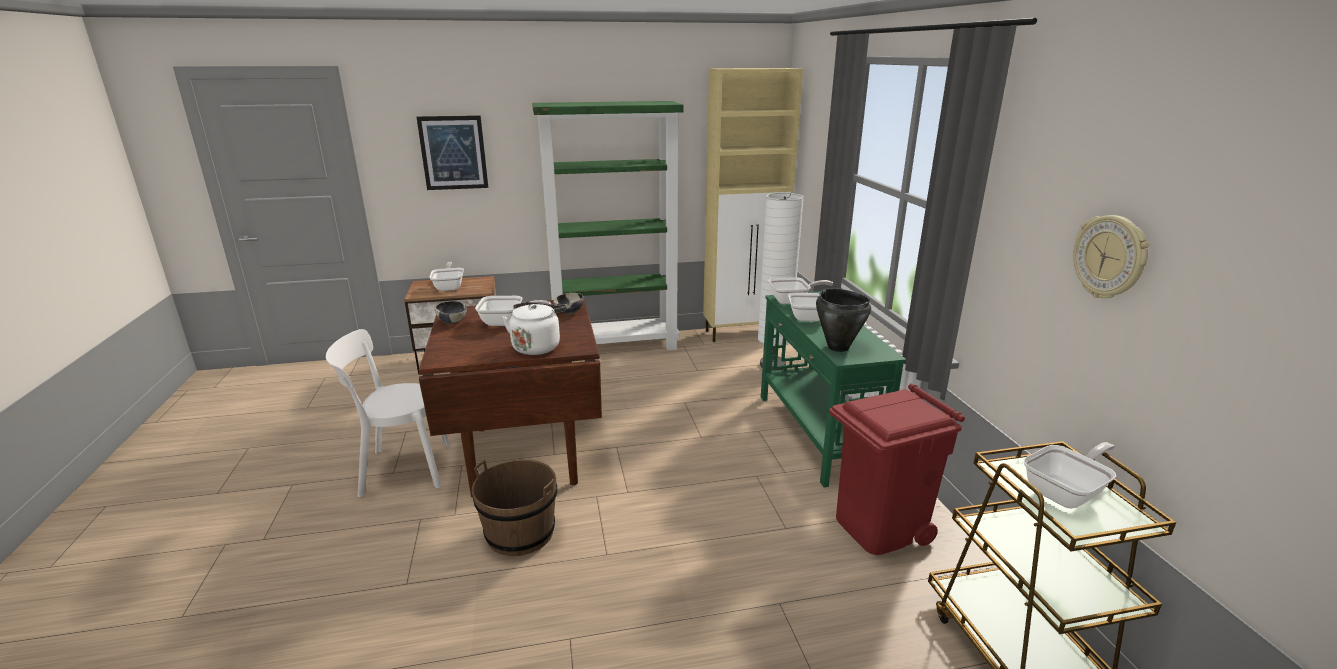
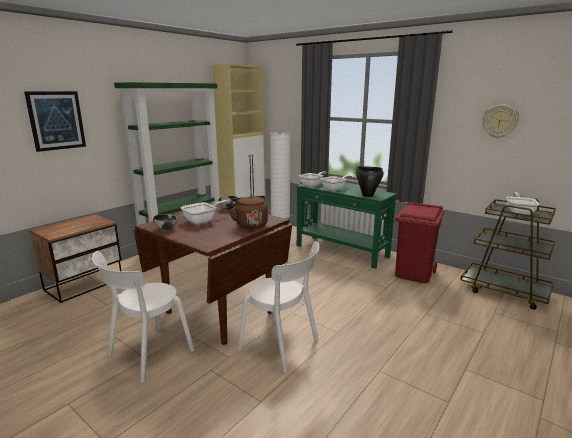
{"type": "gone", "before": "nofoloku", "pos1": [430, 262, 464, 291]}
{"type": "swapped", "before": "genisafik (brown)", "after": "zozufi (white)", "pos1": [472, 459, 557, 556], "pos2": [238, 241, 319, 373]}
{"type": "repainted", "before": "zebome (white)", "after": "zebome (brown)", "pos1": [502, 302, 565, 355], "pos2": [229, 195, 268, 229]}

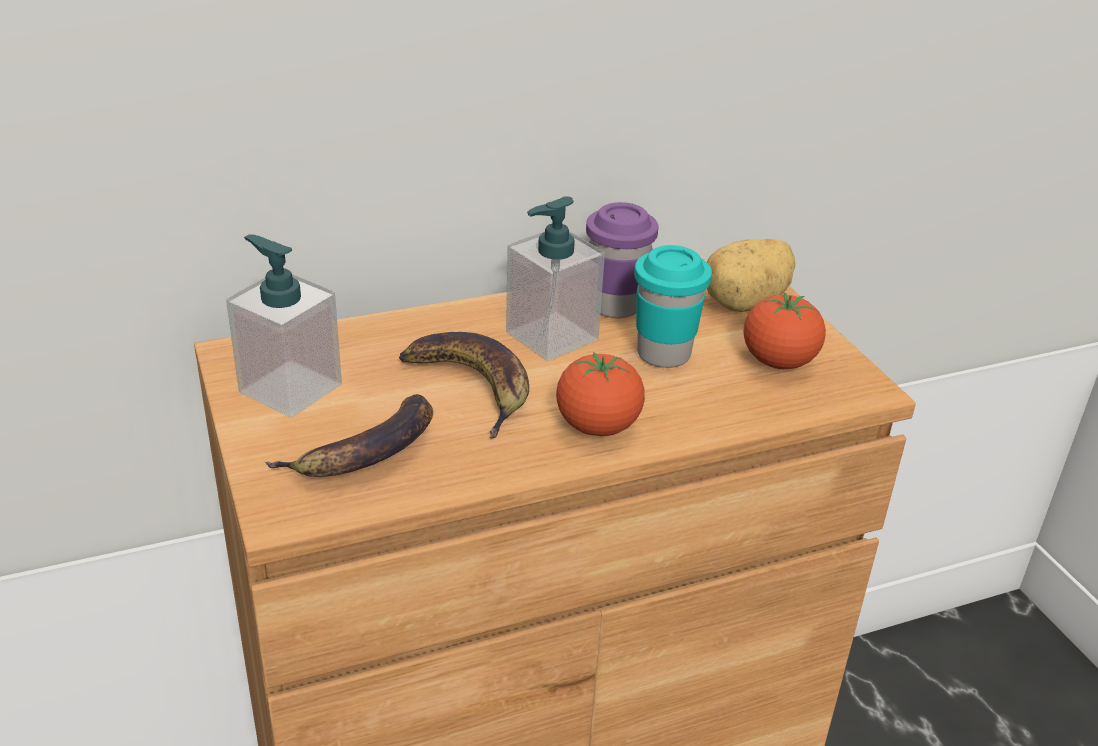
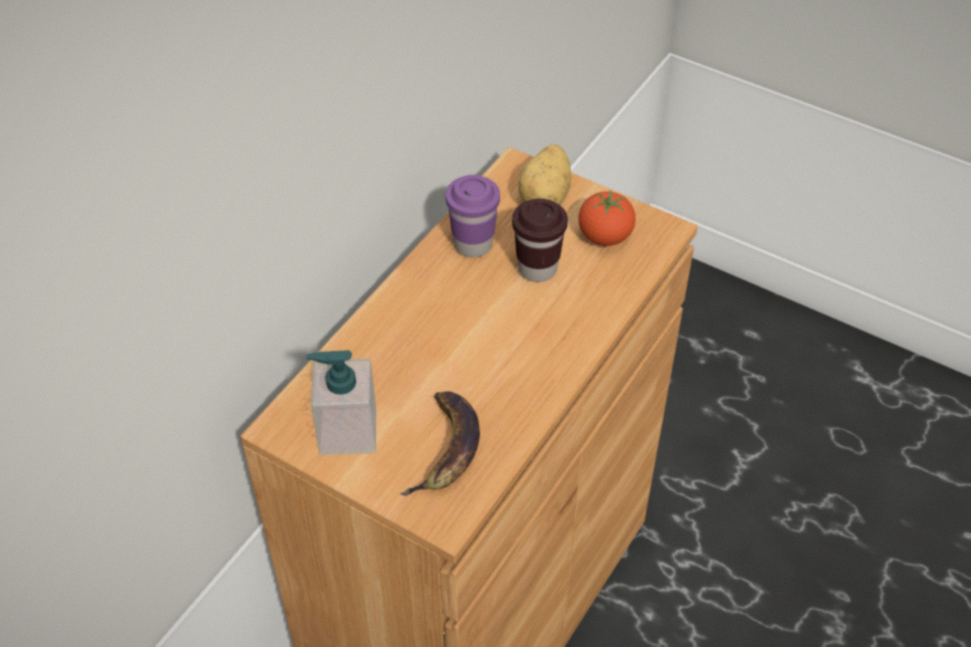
{"type": "gone", "before": "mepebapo", "pos1": [399, 332, 529, 439]}
{"type": "gone", "before": "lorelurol", "pos1": [506, 196, 605, 361]}
{"type": "gone", "before": "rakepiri", "pos1": [556, 352, 645, 436]}
{"type": "repainted", "before": "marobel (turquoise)", "after": "marobel (brown)", "pos1": [634, 245, 712, 368], "pos2": [512, 198, 568, 282]}

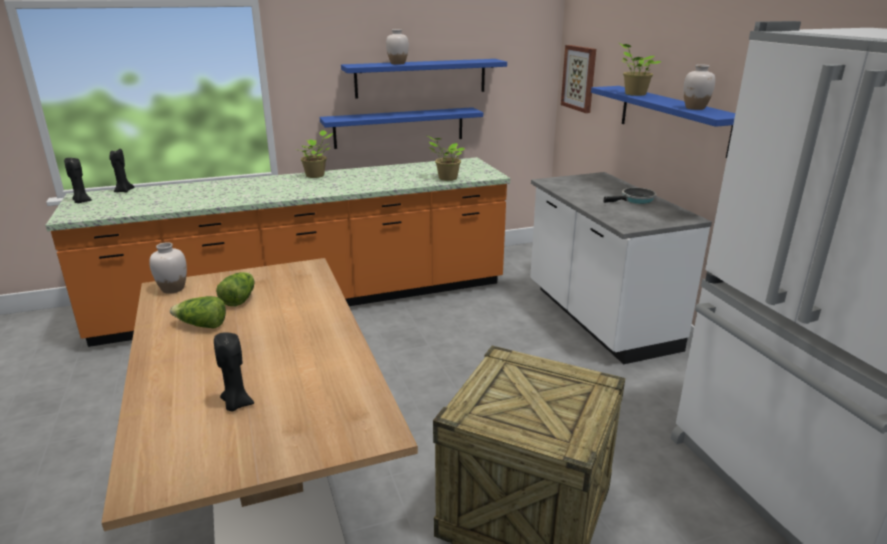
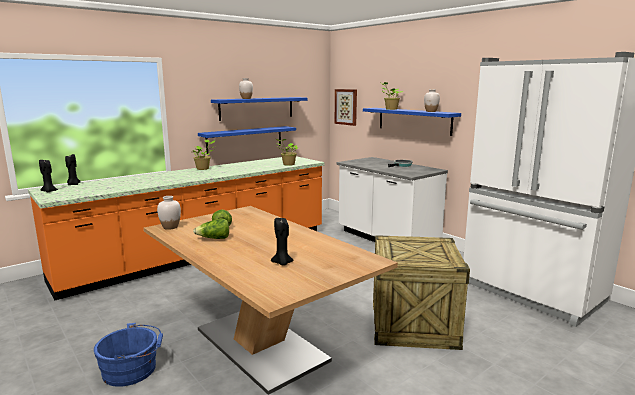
{"type": "new", "after": "genisafik (blue)", "pos2": [94, 323, 163, 387]}

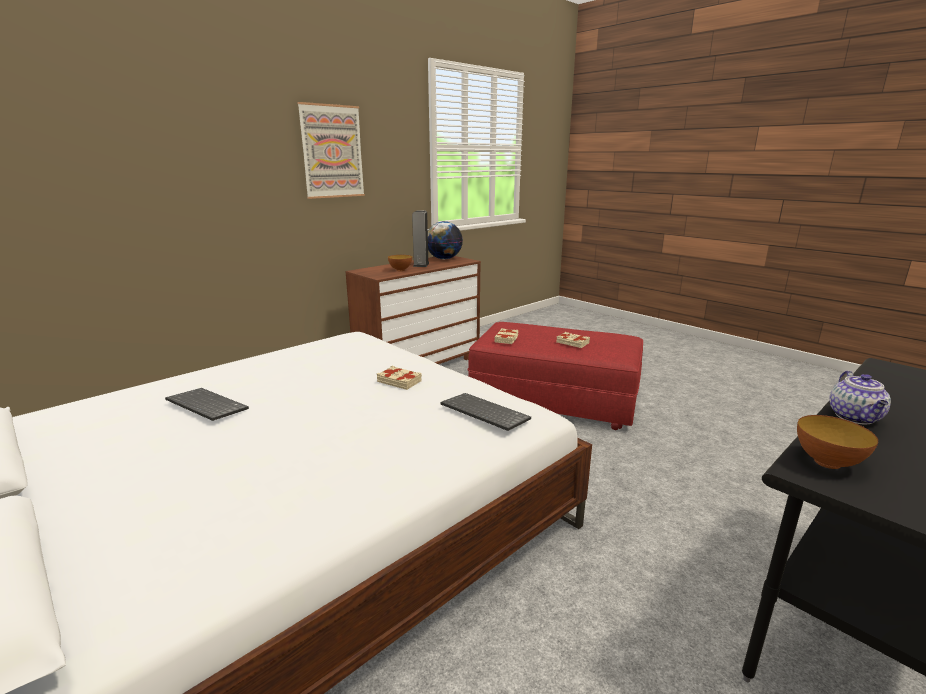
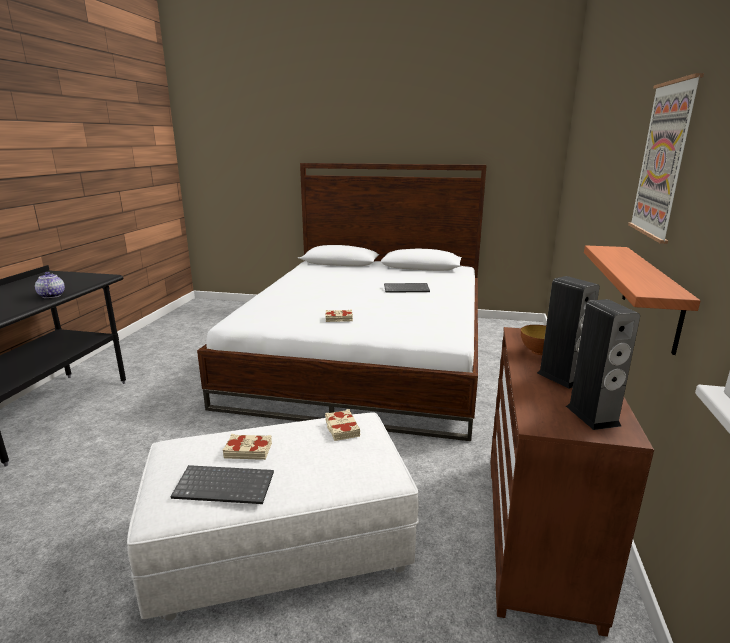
{"type": "swapped", "before": "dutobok", "after": "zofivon", "pos1": [428, 221, 463, 259], "pos2": [566, 299, 640, 430]}
{"type": "shifted", "before": "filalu", "pos1": [440, 393, 531, 431], "pos2": [170, 465, 274, 504]}
{"type": "repainted", "before": "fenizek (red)", "after": "fenizek (white)", "pos1": [468, 322, 643, 430], "pos2": [127, 412, 419, 621]}
{"type": "gone", "before": "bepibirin", "pos1": [797, 415, 878, 469]}
{"type": "new", "after": "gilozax", "pos2": [584, 245, 701, 355]}

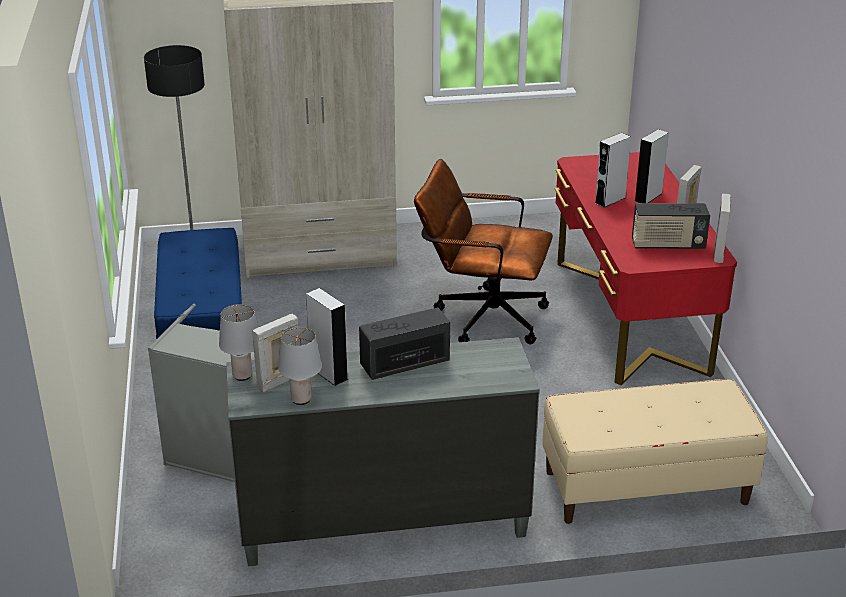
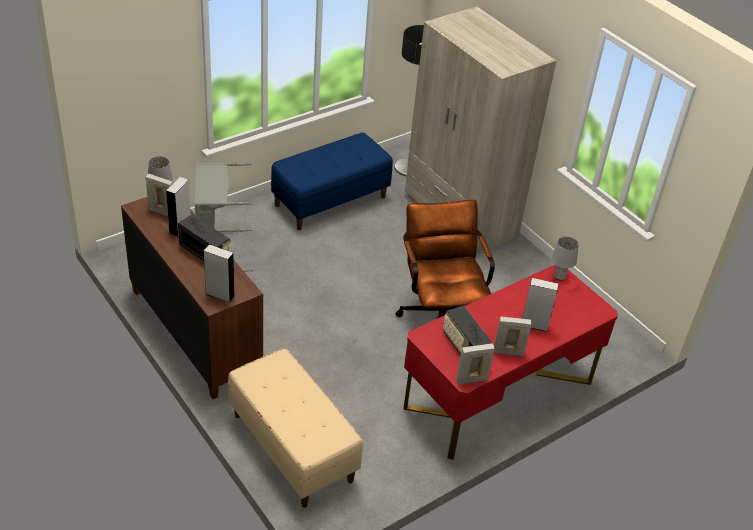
{"type": "repainted", "before": "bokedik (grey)", "after": "bokedik (brown)", "pos1": [226, 337, 539, 566], "pos2": [121, 197, 263, 399]}
{"type": "shifted", "before": "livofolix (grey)", "pos1": [278, 327, 322, 405], "pos2": [551, 237, 579, 281]}
{"type": "shifted", "before": "zofivon (grey)", "pos1": [595, 133, 631, 208], "pos2": [204, 244, 235, 303]}

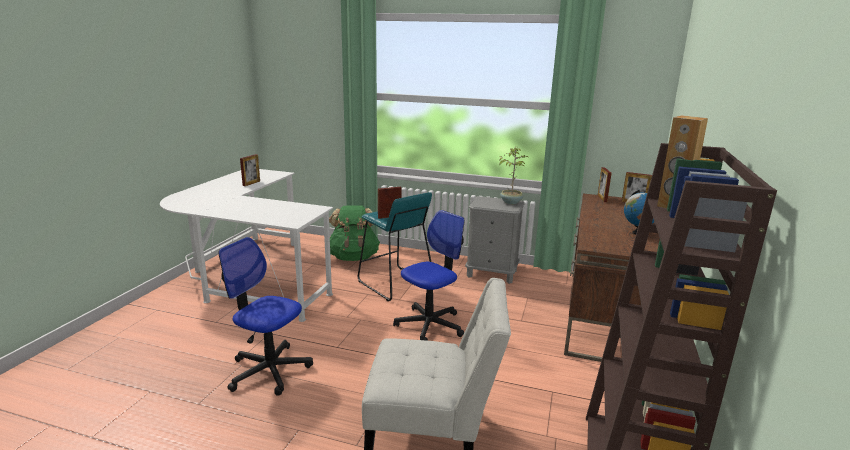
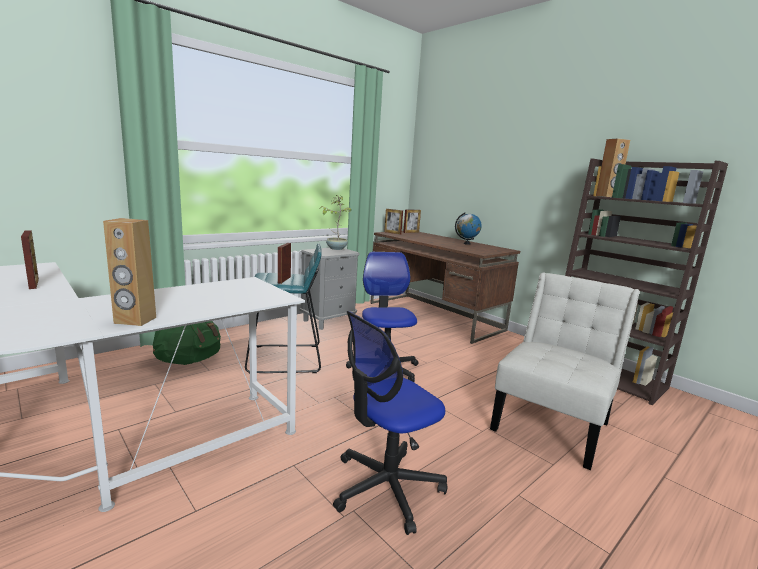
{"type": "new", "after": "zofivon (brown)", "pos2": [103, 218, 156, 326]}

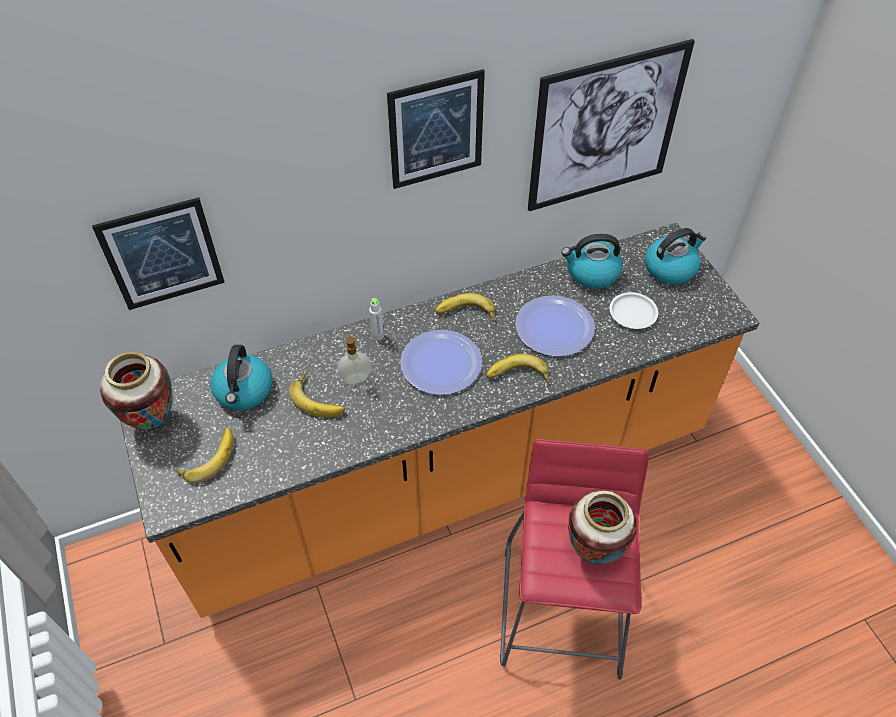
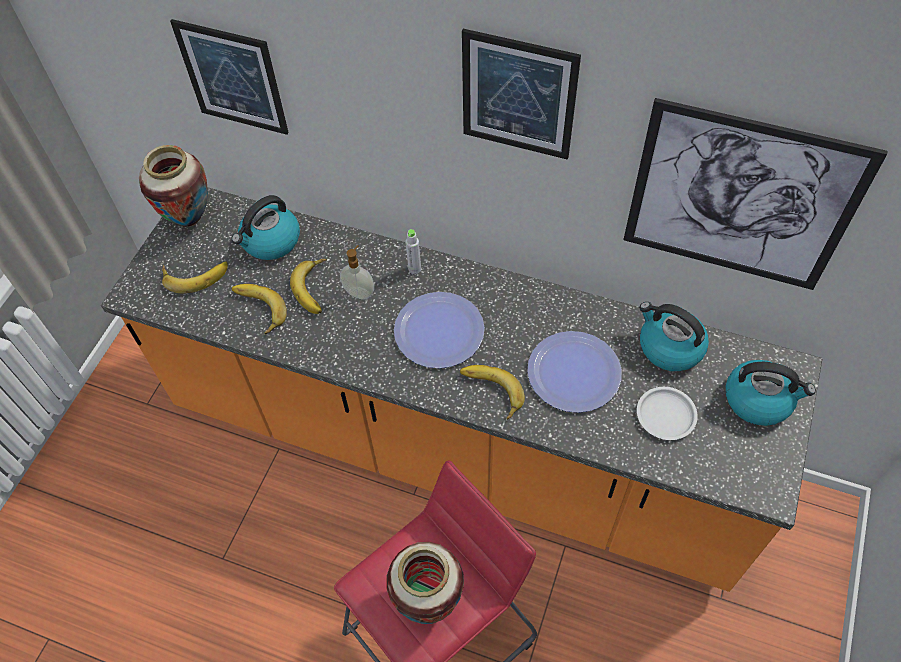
{"type": "shifted", "before": "mepebapo", "pos1": [435, 293, 495, 322], "pos2": [232, 284, 287, 334]}

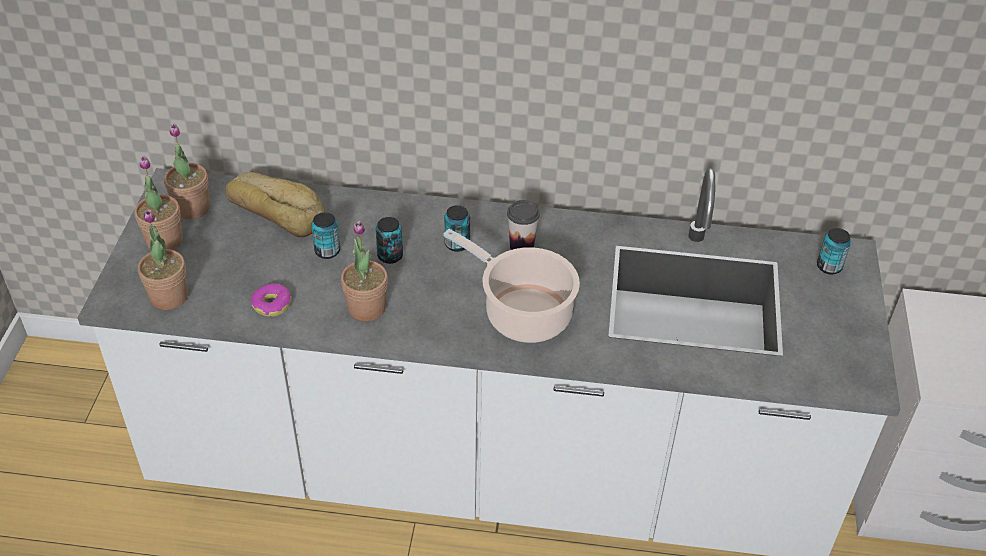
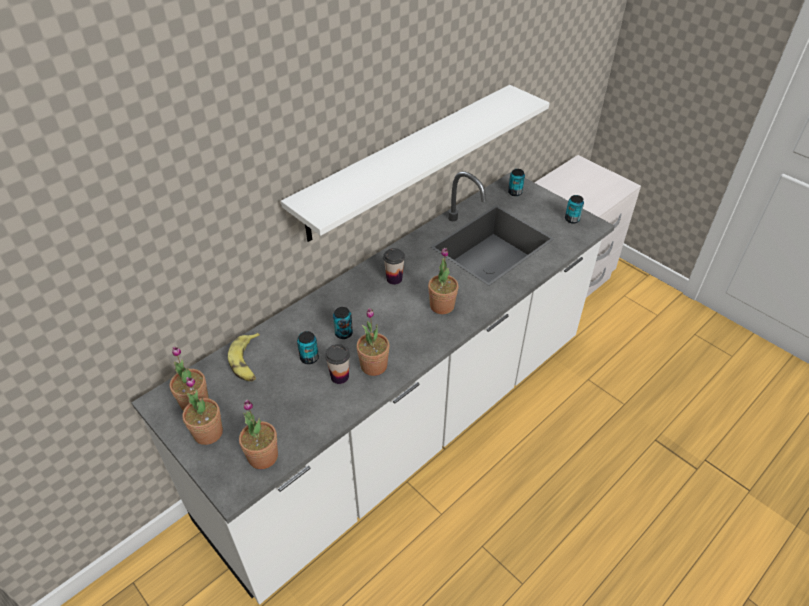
{"type": "swapped", "before": "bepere", "after": "mepebapo", "pos1": [225, 172, 325, 237], "pos2": [228, 333, 260, 381]}
{"type": "gone", "before": "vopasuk", "pos1": [251, 284, 291, 317]}
{"type": "swapped", "before": "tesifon", "after": "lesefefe", "pos1": [443, 229, 580, 343], "pos2": [428, 248, 459, 314]}
{"type": "shifted", "before": "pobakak", "pos1": [444, 205, 470, 252], "pos2": [565, 195, 584, 224]}
{"type": "new", "after": "gilozax (white)", "pos2": [281, 85, 550, 242]}
{"type": "new", "after": "marobel", "pos2": [325, 344, 350, 384]}

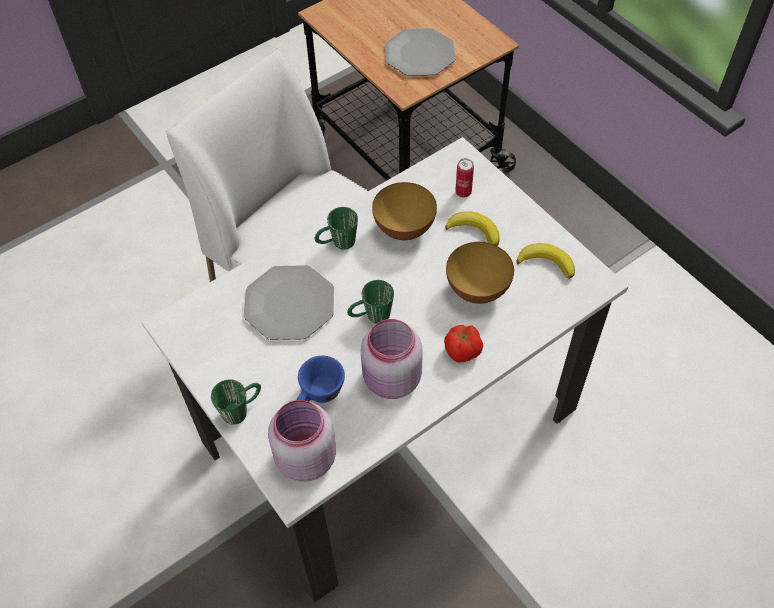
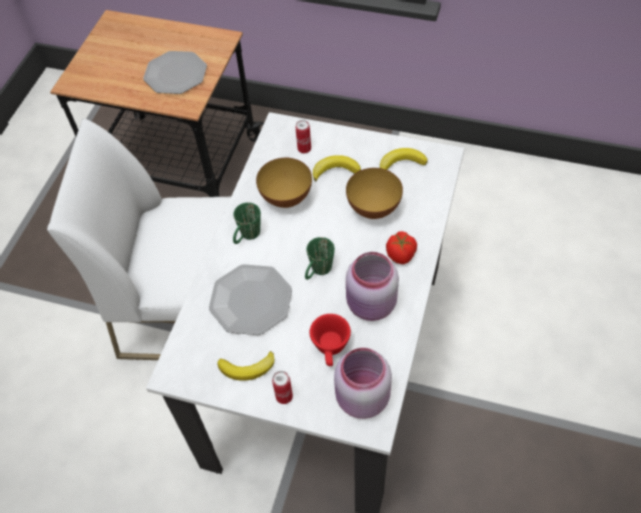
{"type": "swapped", "before": "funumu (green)", "after": "pobakak", "pos1": [211, 379, 261, 425], "pos2": [272, 371, 293, 404]}
{"type": "repainted", "before": "marobel (blue)", "after": "marobel (red)", "pos1": [296, 356, 345, 403], "pos2": [310, 314, 351, 366]}
{"type": "new", "after": "mepebapo", "pos2": [217, 351, 275, 381]}

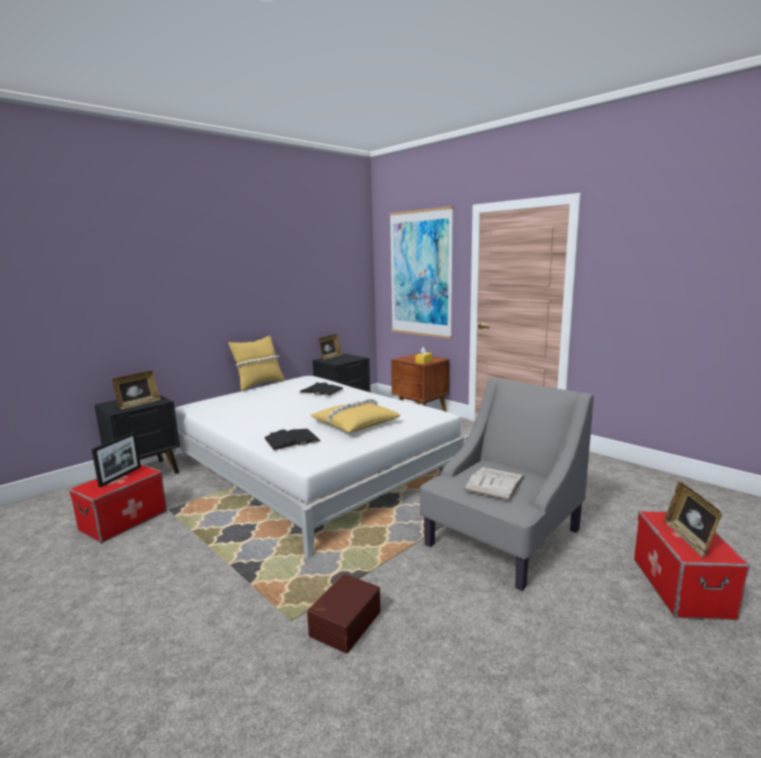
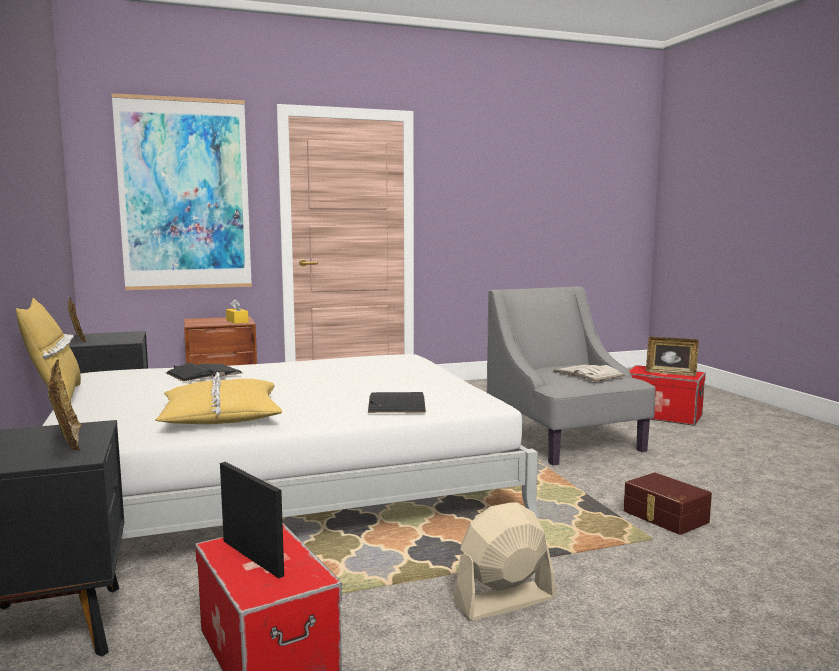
{"type": "shifted", "before": "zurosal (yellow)", "pos1": [310, 399, 400, 433], "pos2": [155, 372, 282, 424]}
{"type": "new", "after": "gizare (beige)", "pos2": [453, 502, 556, 620]}

